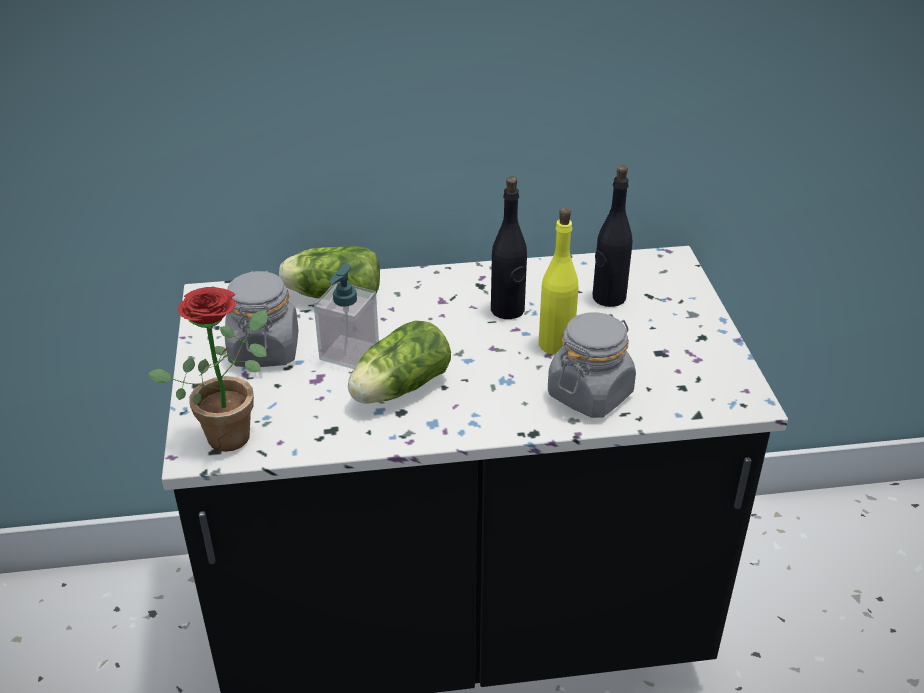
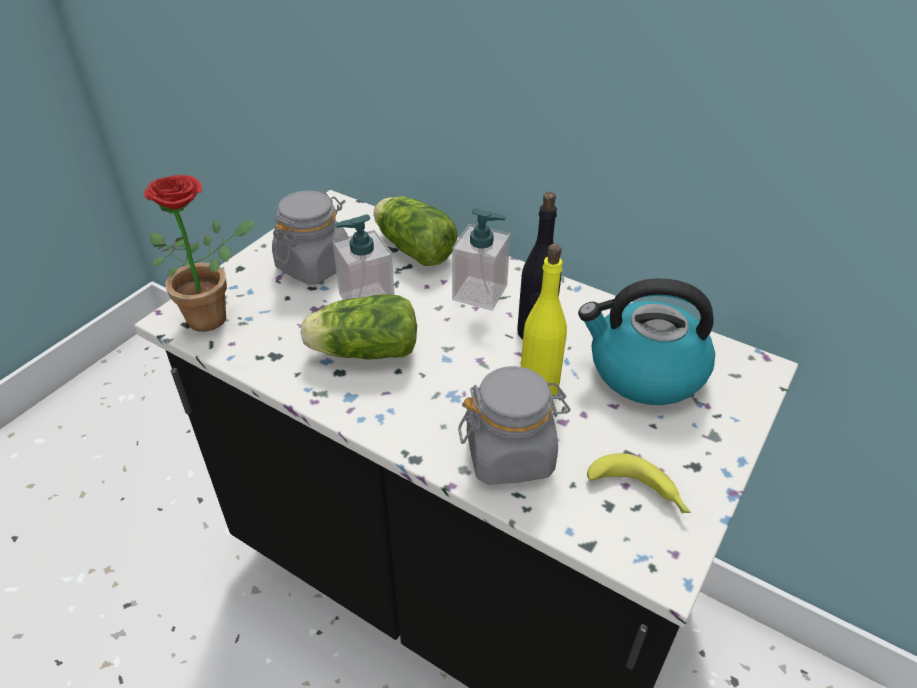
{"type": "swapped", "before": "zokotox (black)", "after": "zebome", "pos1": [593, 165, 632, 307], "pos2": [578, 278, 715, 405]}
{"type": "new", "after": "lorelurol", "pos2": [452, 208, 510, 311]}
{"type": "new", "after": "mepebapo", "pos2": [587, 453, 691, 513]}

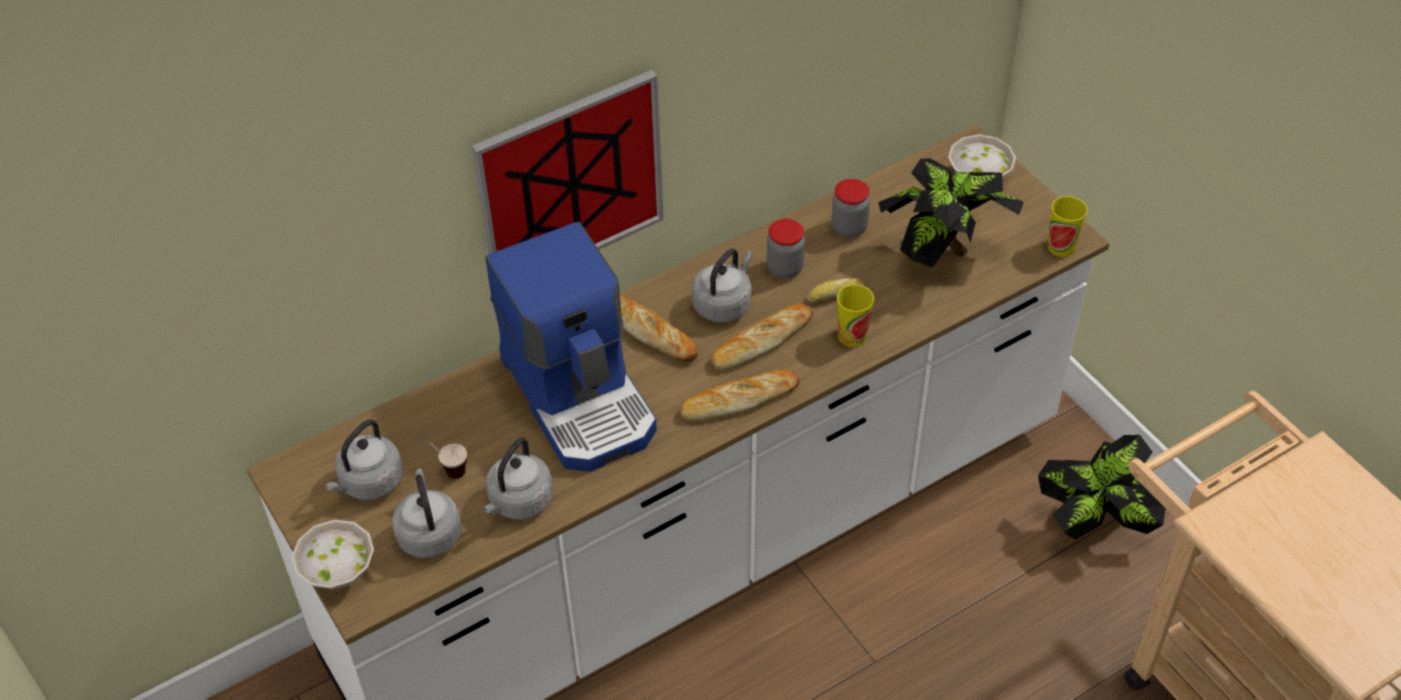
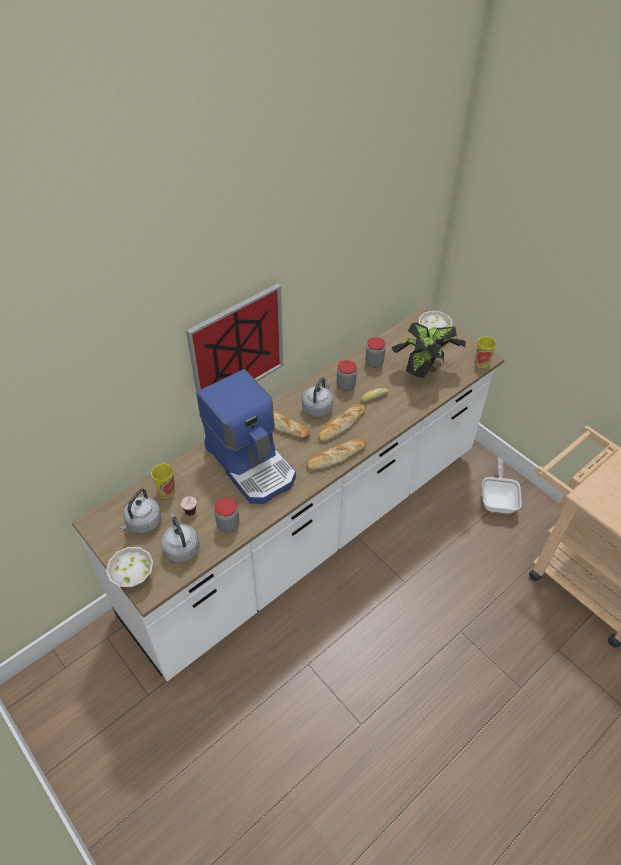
{"type": "swapped", "before": "zebome (grey)", "after": "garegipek", "pos1": [483, 438, 553, 520], "pos2": [214, 498, 239, 533]}
{"type": "shifted", "before": "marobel", "pos1": [837, 284, 874, 347], "pos2": [151, 464, 175, 498]}
{"type": "swapped", "before": "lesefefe", "after": "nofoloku", "pos1": [1038, 435, 1165, 540], "pos2": [482, 457, 522, 514]}

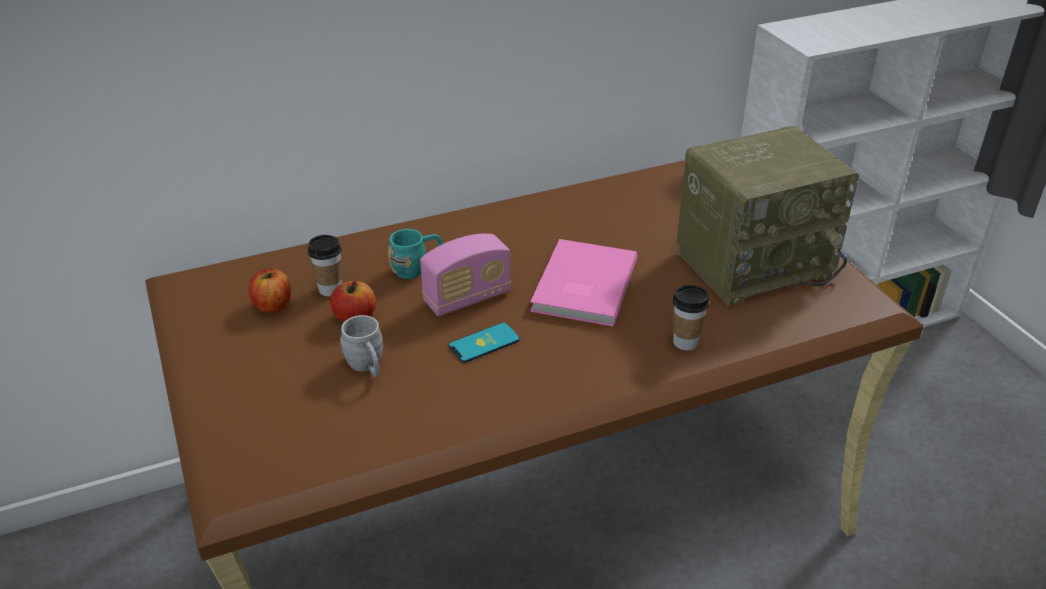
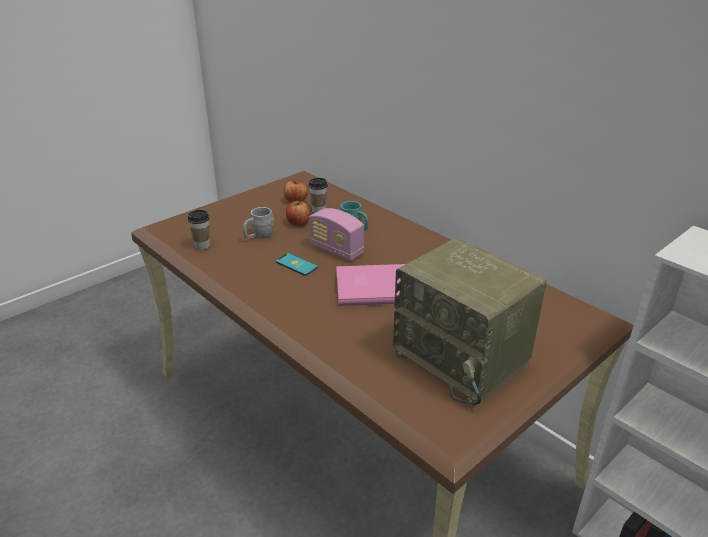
{"type": "shifted", "before": "marobel", "pos1": [673, 285, 709, 350], "pos2": [188, 210, 210, 250]}

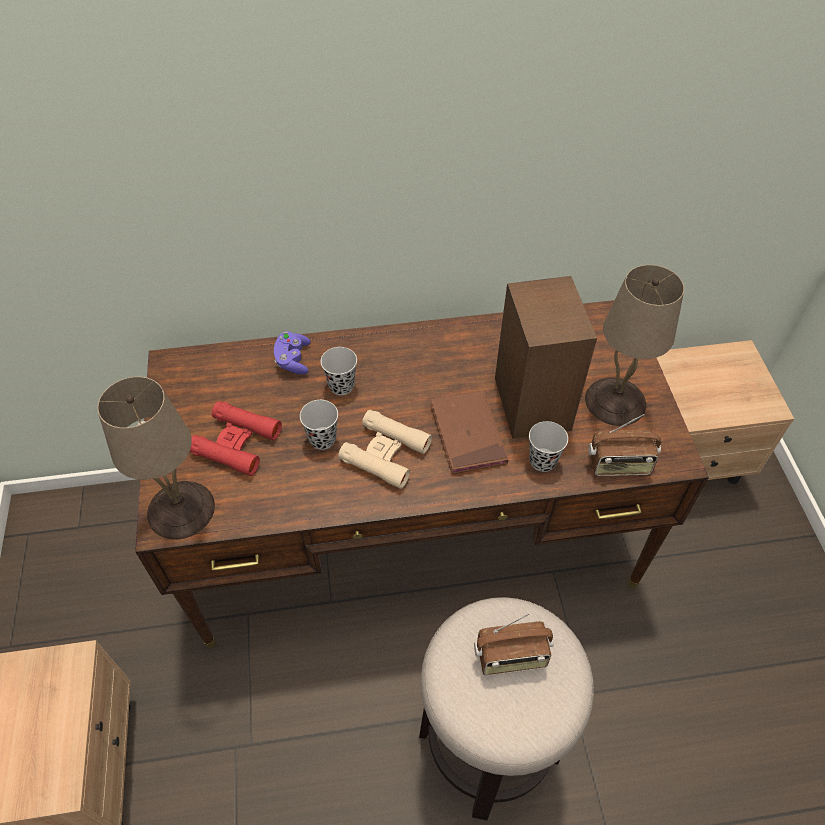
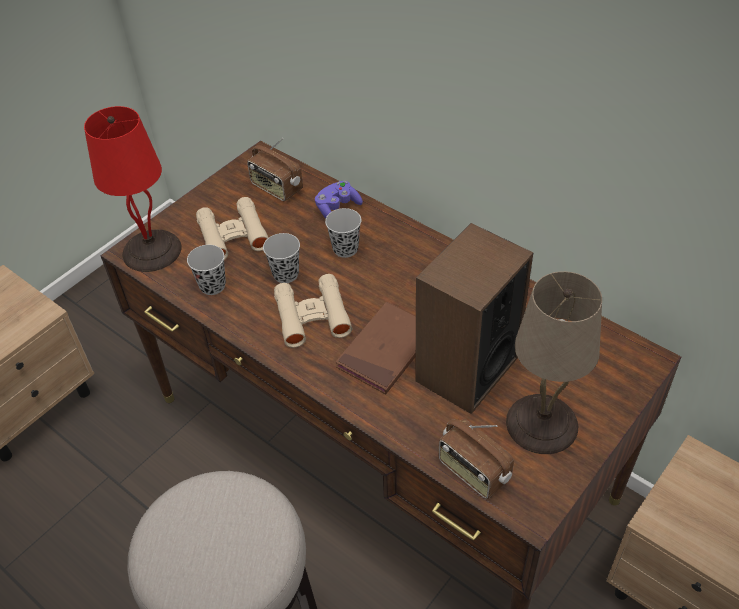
{"type": "repainted", "before": "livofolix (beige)", "after": "livofolix (red)", "pos1": [97, 376, 215, 540], "pos2": [84, 106, 182, 272]}
{"type": "repainted", "before": "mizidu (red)", "after": "mizidu (beige)", "pos1": [189, 401, 282, 476], "pos2": [196, 197, 268, 260]}
{"type": "shifted", "before": "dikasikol", "pos1": [474, 613, 554, 676], "pos2": [247, 138, 303, 201]}
{"type": "shifted", "before": "marobel (black)", "pos1": [529, 421, 568, 472], "pos2": [187, 245, 226, 295]}

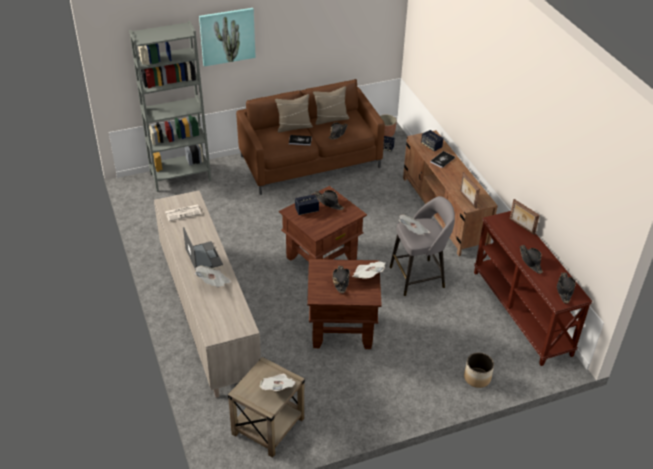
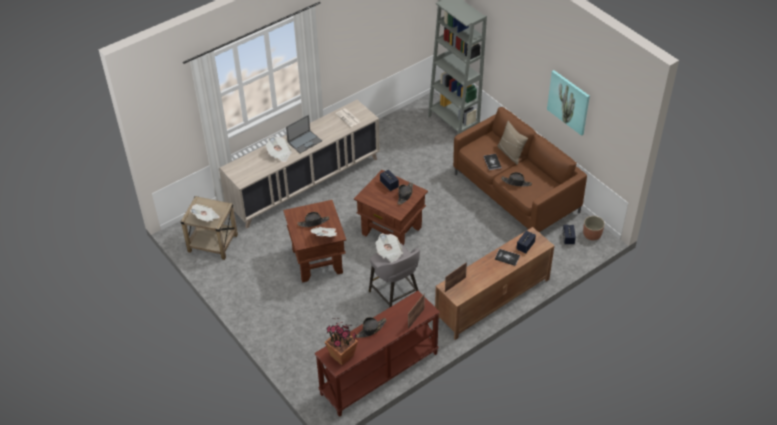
{"type": "shifted", "before": "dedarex", "pos1": [199, 8, 256, 67], "pos2": [547, 70, 590, 136]}
{"type": "gone", "before": "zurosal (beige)", "pos1": [313, 86, 349, 125]}
{"type": "gone", "before": "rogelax", "pos1": [464, 353, 494, 388]}
{"type": "swapped", "before": "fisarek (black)", "after": "lesefefe", "pos1": [557, 273, 576, 303], "pos2": [325, 318, 358, 365]}

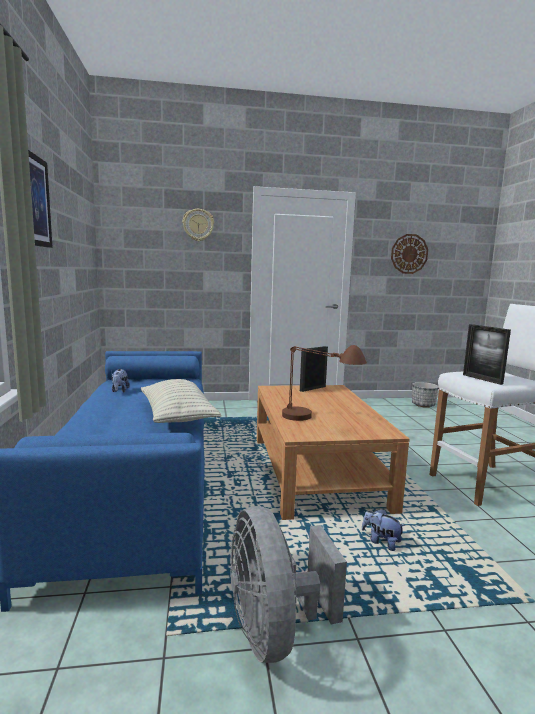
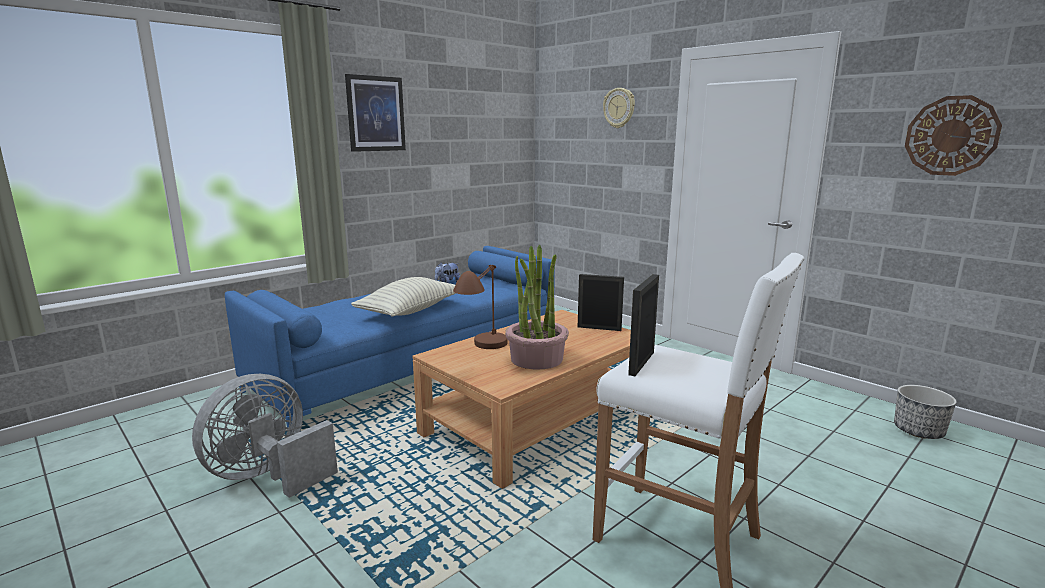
{"type": "gone", "before": "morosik", "pos1": [362, 509, 405, 551]}
{"type": "new", "after": "lesefefe", "pos2": [505, 245, 569, 369]}

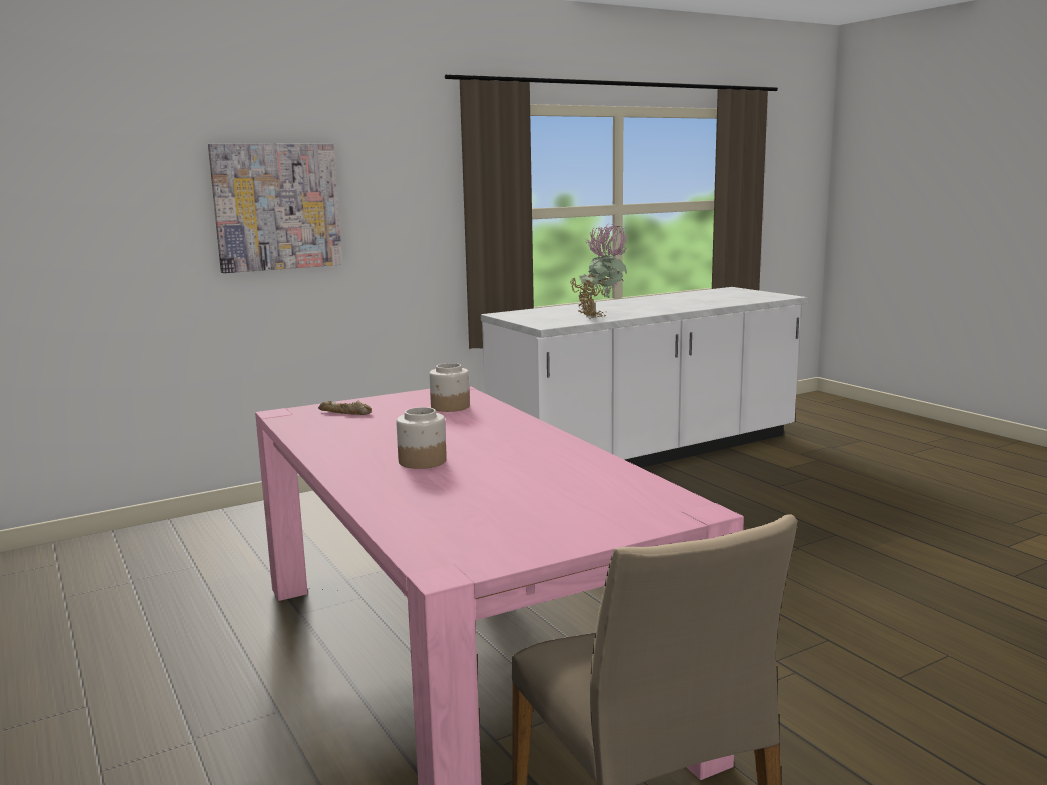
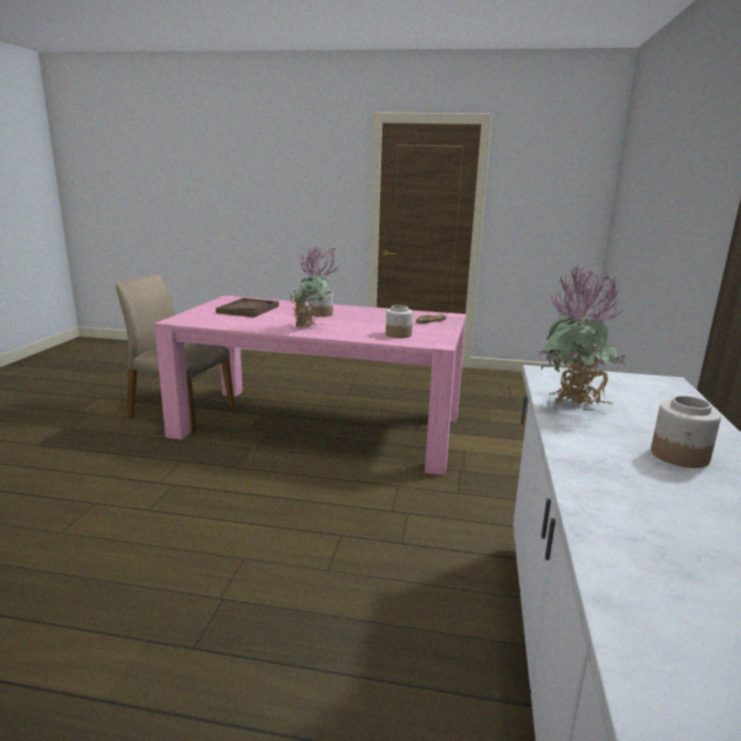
{"type": "gone", "before": "dedarex", "pos1": [208, 143, 342, 273]}
{"type": "new", "after": "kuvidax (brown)", "pos2": [216, 298, 279, 317]}
{"type": "new", "after": "lesefefe", "pos2": [290, 247, 339, 329]}
{"type": "new", "after": "garegipek", "pos2": [651, 396, 721, 468]}

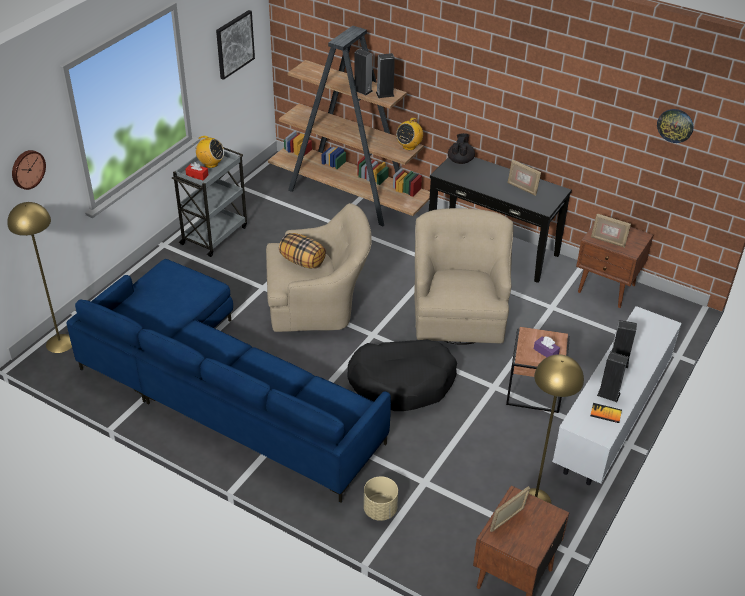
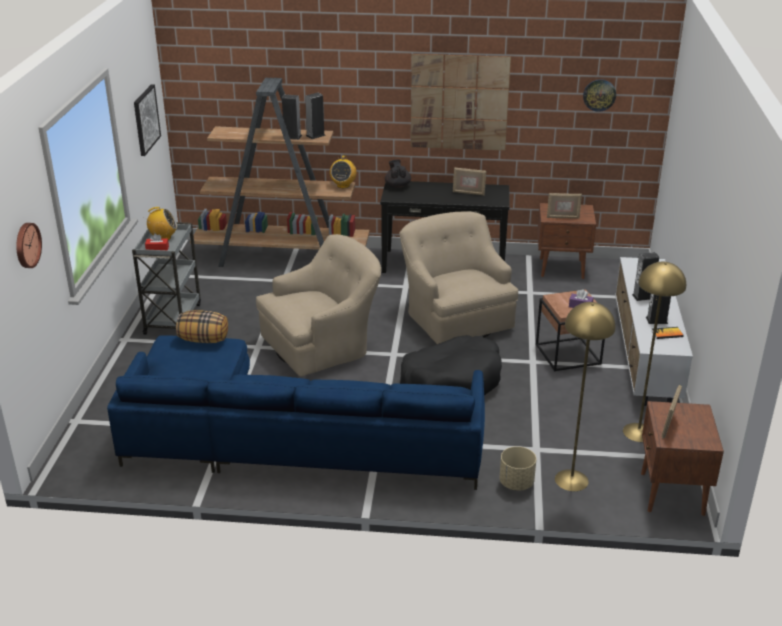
{"type": "shifted", "before": "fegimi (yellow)", "pos1": [7, 202, 72, 353], "pos2": [555, 302, 616, 491]}
{"type": "shifted", "before": "zurosal", "pos1": [279, 233, 326, 269], "pos2": [176, 310, 228, 343]}
{"type": "new", "after": "dedarex", "pos2": [411, 54, 511, 151]}

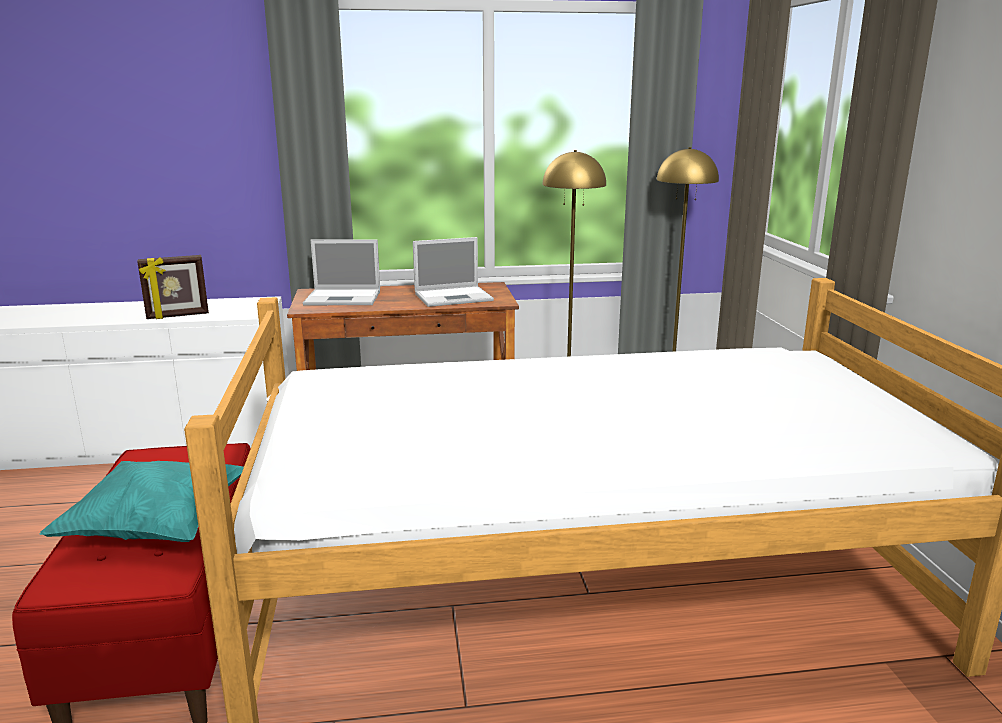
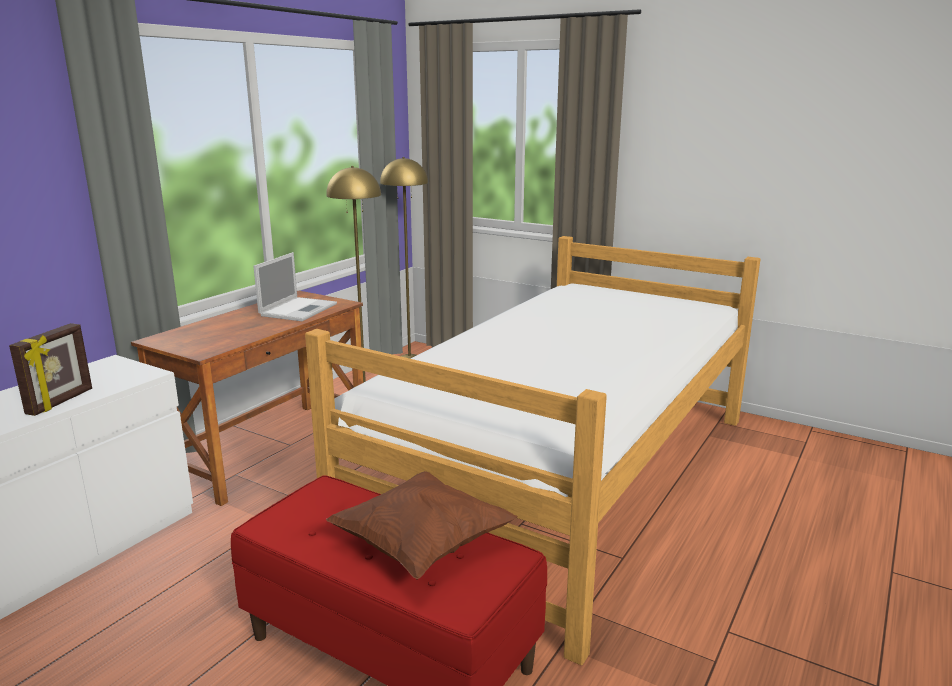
{"type": "repainted", "before": "zurosal (turquoise)", "after": "zurosal (brown)", "pos1": [40, 461, 244, 542], "pos2": [326, 471, 518, 579]}
{"type": "gone", "before": "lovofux", "pos1": [303, 239, 380, 305]}

